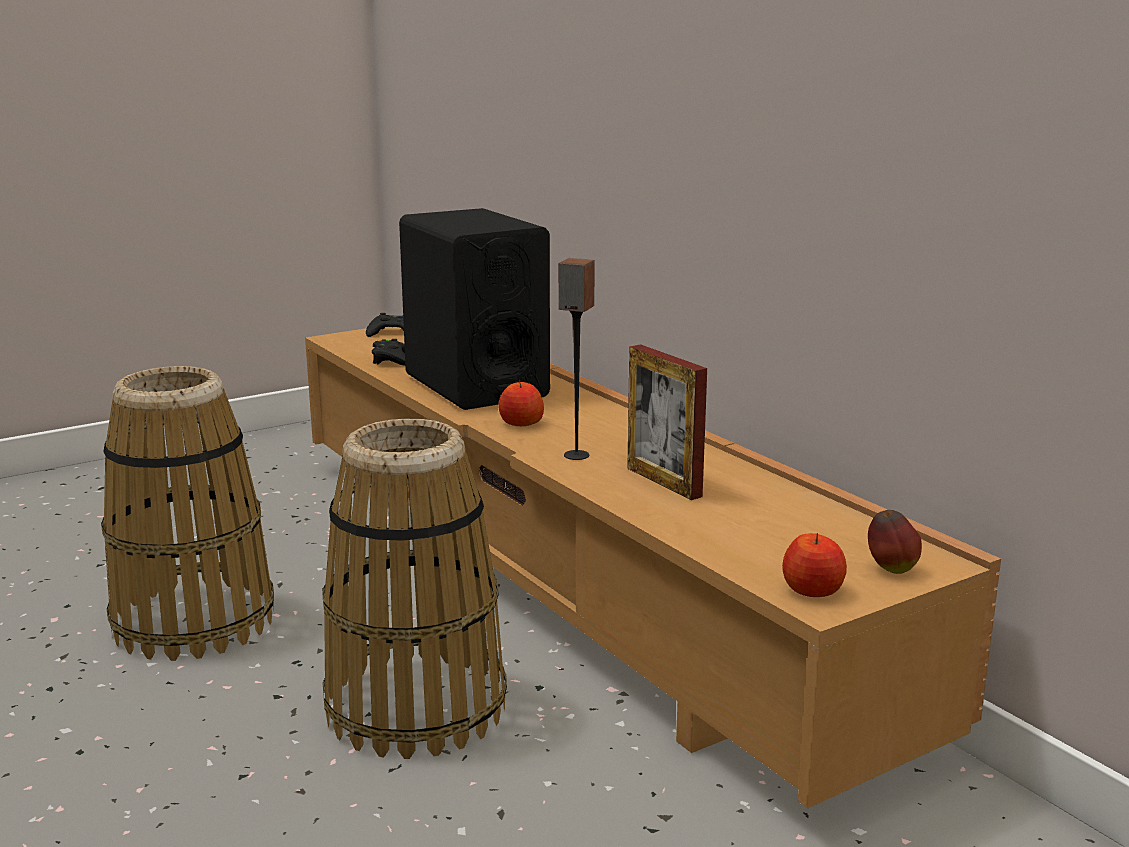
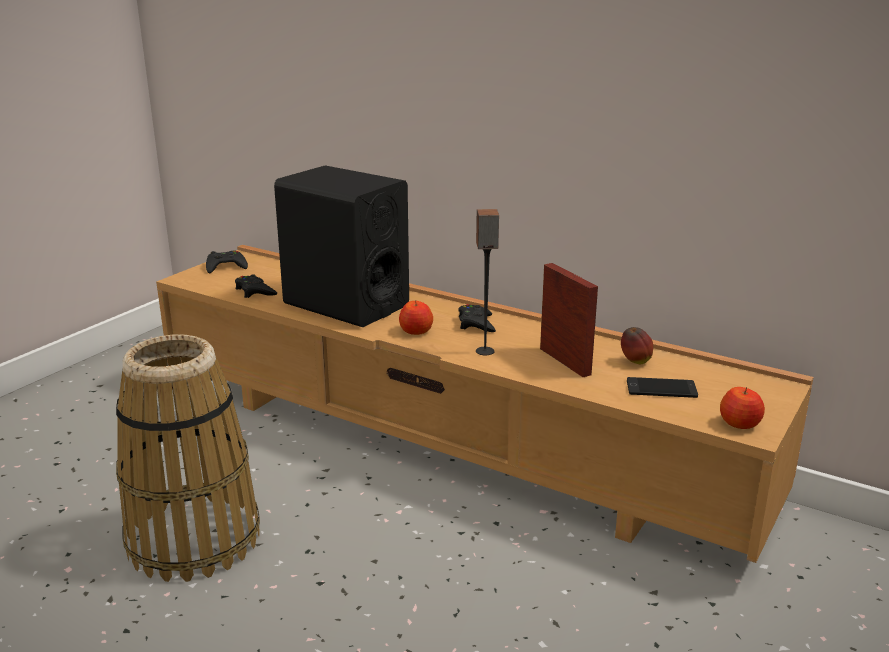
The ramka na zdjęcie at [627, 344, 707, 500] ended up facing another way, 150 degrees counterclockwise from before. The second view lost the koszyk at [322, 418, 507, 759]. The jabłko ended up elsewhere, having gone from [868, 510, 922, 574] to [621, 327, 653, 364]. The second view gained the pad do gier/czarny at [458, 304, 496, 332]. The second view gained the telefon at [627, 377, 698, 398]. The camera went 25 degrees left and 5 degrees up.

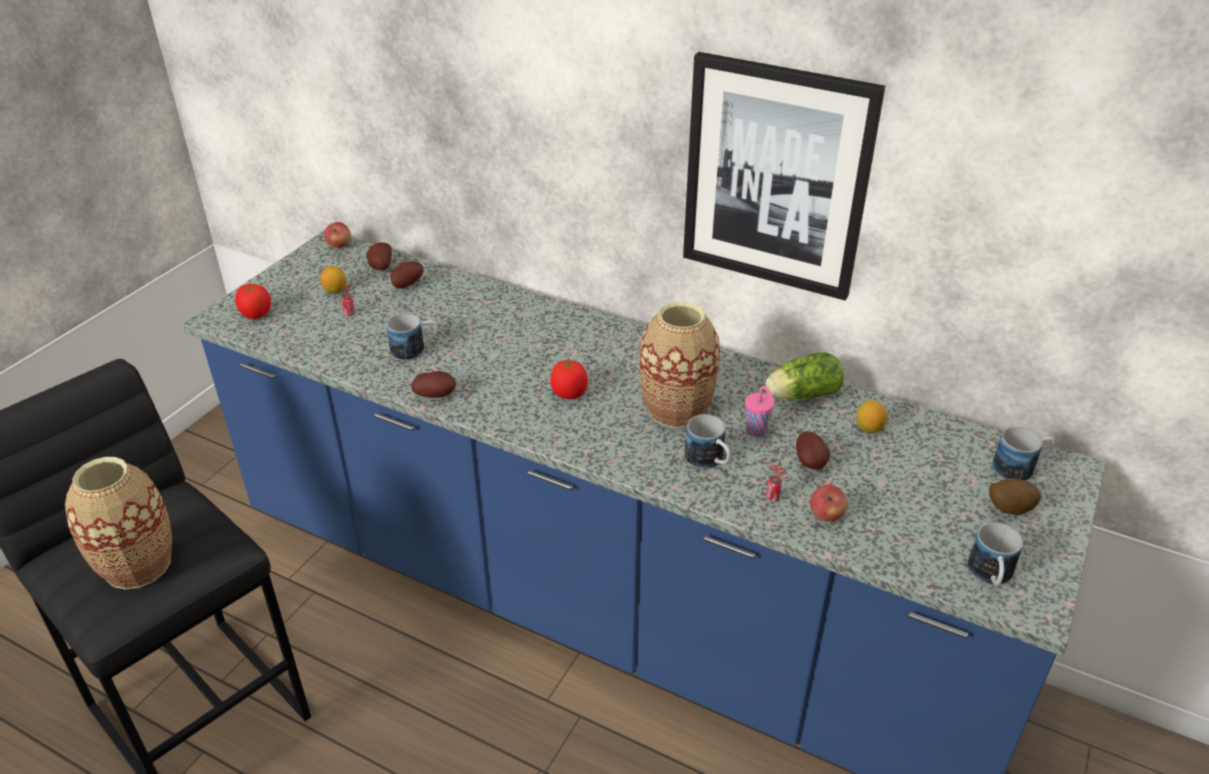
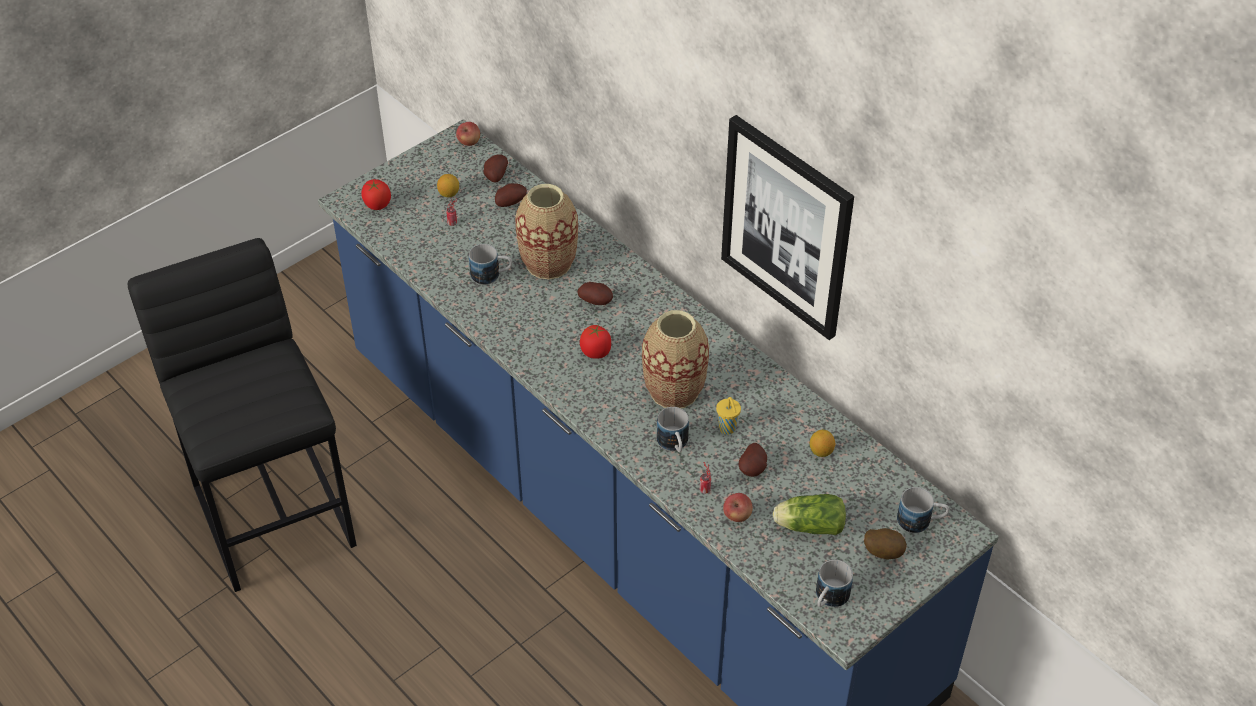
The sałata ended up elsewhere, having gone from [765, 352, 844, 399] to [773, 494, 846, 535]. The ziemniak ended up elsewhere, having gone from [411, 371, 456, 398] to [577, 282, 613, 305]. What was the filiżanka/różowy at [745, 386, 775, 437] turned into the filiżanka/żółty at [716, 397, 741, 435]. The wazon ended up elsewhere, having gone from [65, 457, 172, 590] to [515, 184, 578, 279]. The camera went 20 degrees right and 10 degrees up.

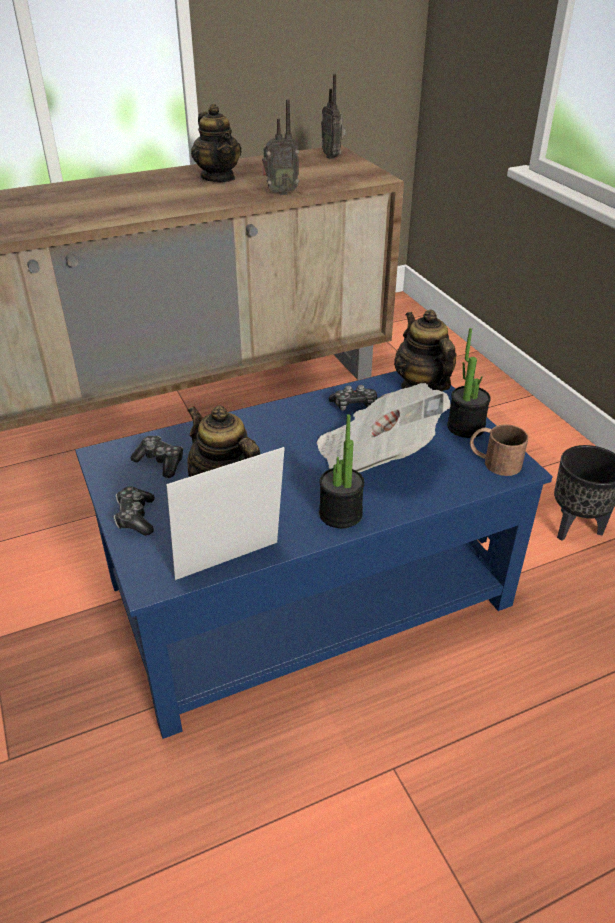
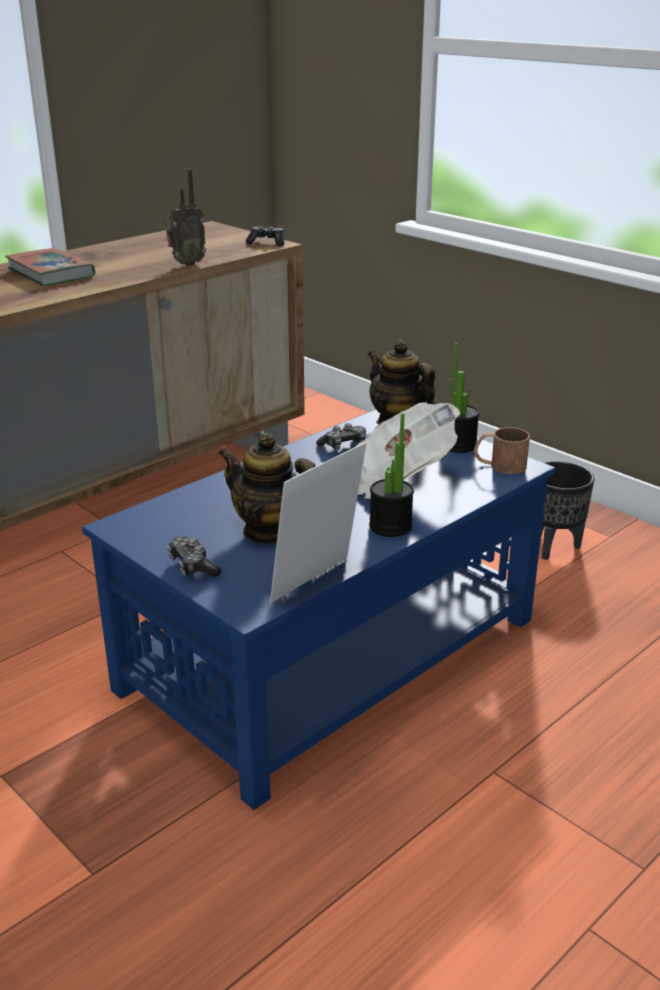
The second view lost the radio at [321, 74, 346, 159]. The second view lost the imbryk at [191, 104, 242, 182]. The pad do gier ended up elsewhere, having gone from [131, 436, 183, 478] to [246, 227, 284, 246]. The second view gained the książka at [5, 248, 95, 286]. The camera went 20 degrees left and 10 degrees down.

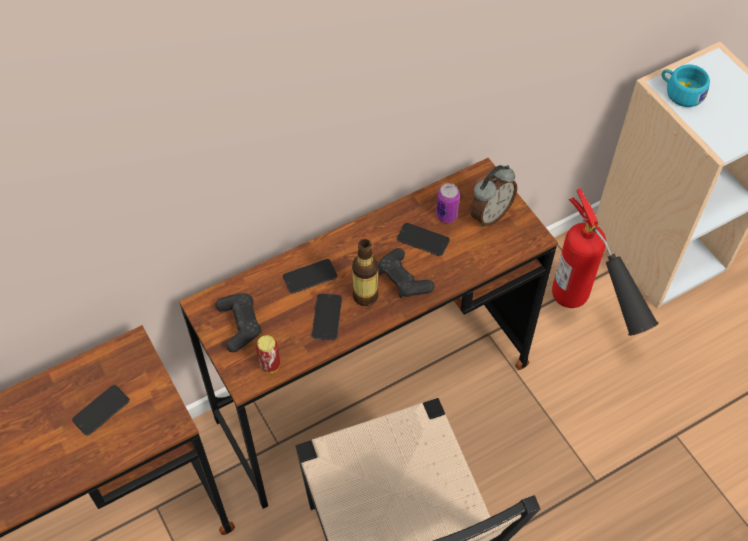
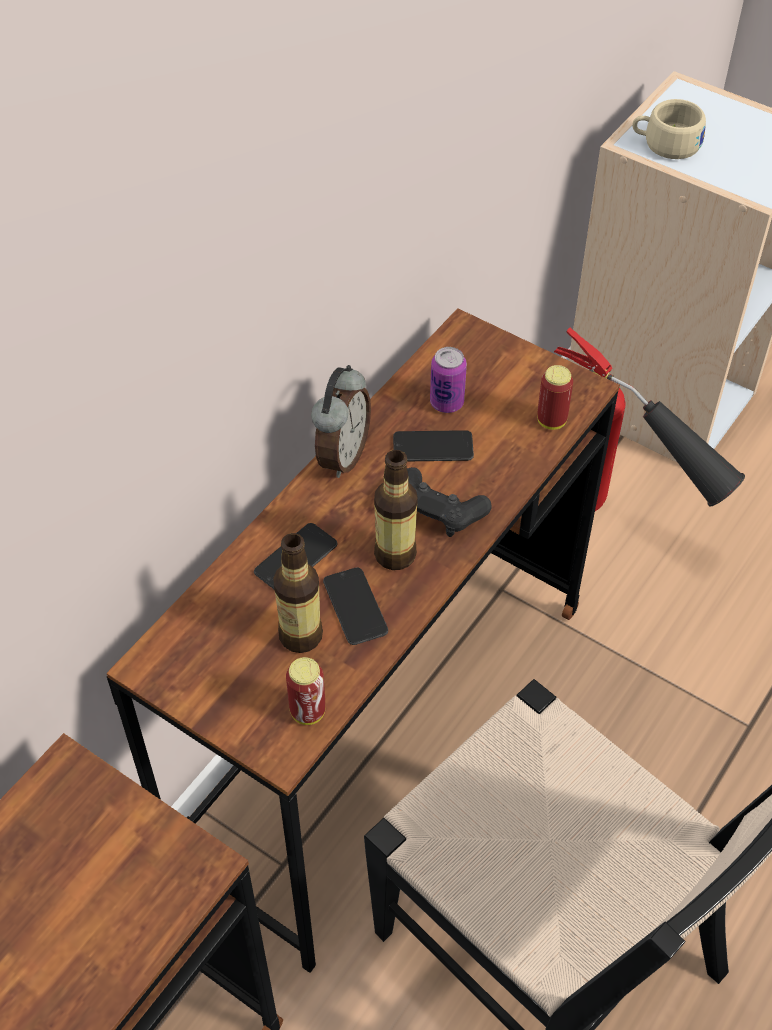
What was the filiżanka/turkusowy at [662, 65, 710, 107] turned into the filiżanka/beżowy at [632, 99, 706, 159]. The budzik ended up elsewhere, having gone from [470, 165, 517, 227] to [311, 365, 371, 478]. The second view lost the pad do gier/czarny at [215, 293, 262, 352]. The second view lost the telefon at [72, 385, 130, 436]. The second view gained the puszka at [537, 365, 573, 430]. The second view gained the butelka at [273, 533, 323, 653]. The camera went 25 degrees left and 5 degrees down.

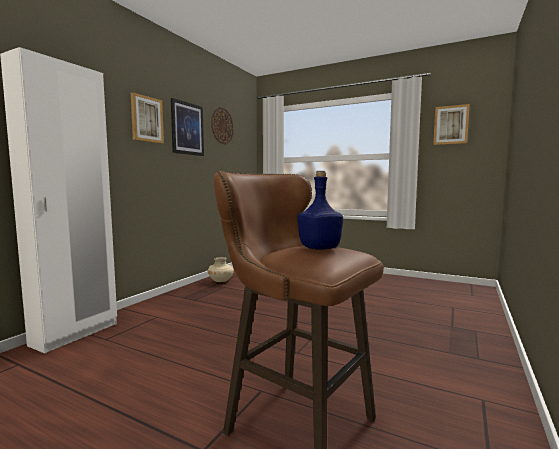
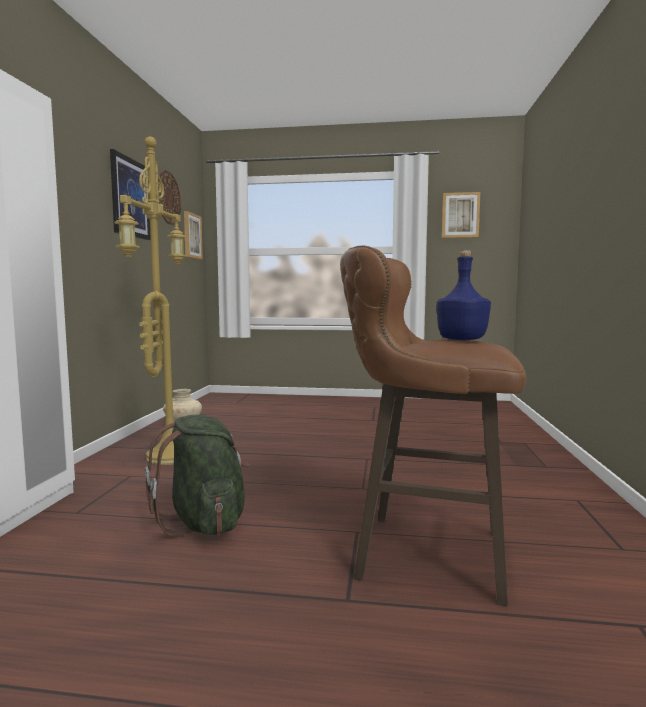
The obraz ended up elsewhere, having gone from [131, 92, 164, 144] to [184, 211, 203, 260]. The second view gained the lampa stojąca/żółty at [115, 137, 187, 465]. The second view gained the plecak/zielony at [145, 415, 249, 536]. The camera went 20 degrees left and 0 degrees up.

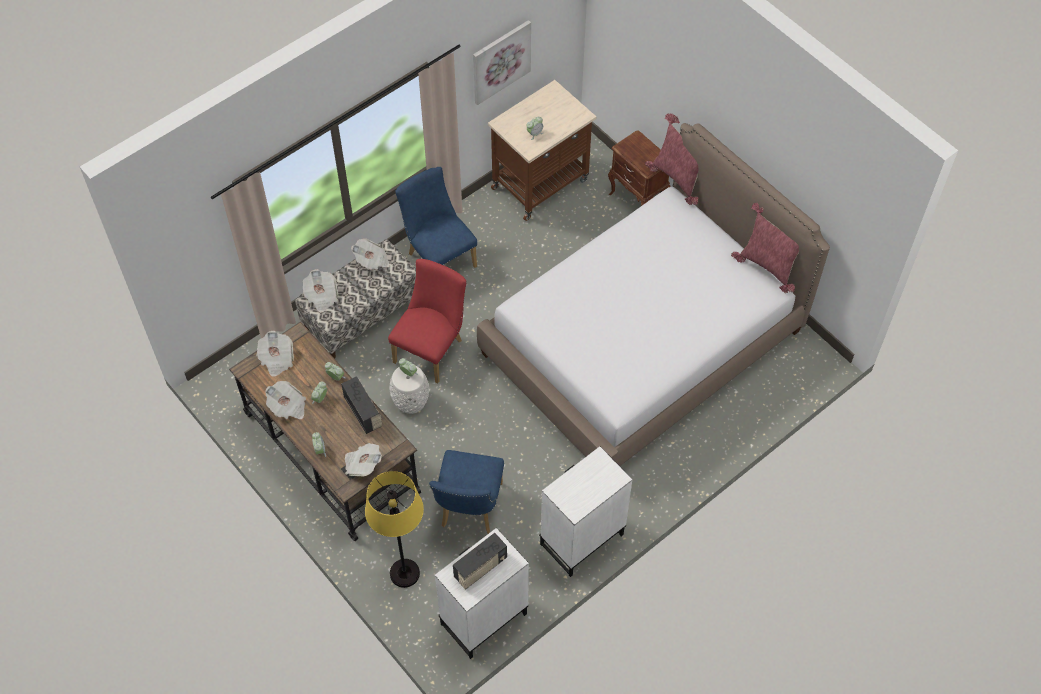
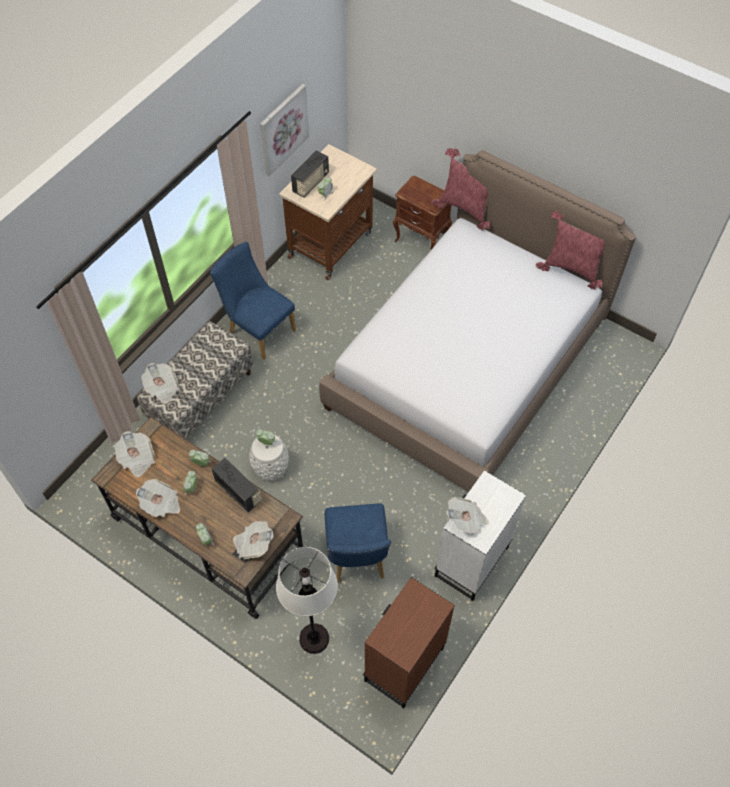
The gazeta ended up elsewhere, having gone from [351, 239, 390, 270] to [446, 497, 489, 534]. The second view lost the krzesło/czerwony at [388, 259, 467, 384]. What was the lampa stojąca/żółty at [365, 471, 424, 588] turned into the lampa stojąca/biały at [276, 547, 338, 654]. What was the komoda/biały at [434, 528, 529, 659] turned into the komoda/brązowy at [363, 577, 455, 709]. The radio ended up elsewhere, having gone from [453, 533, 507, 590] to [291, 150, 329, 198]. The camera went 15 degrees left and 0 degrees up.

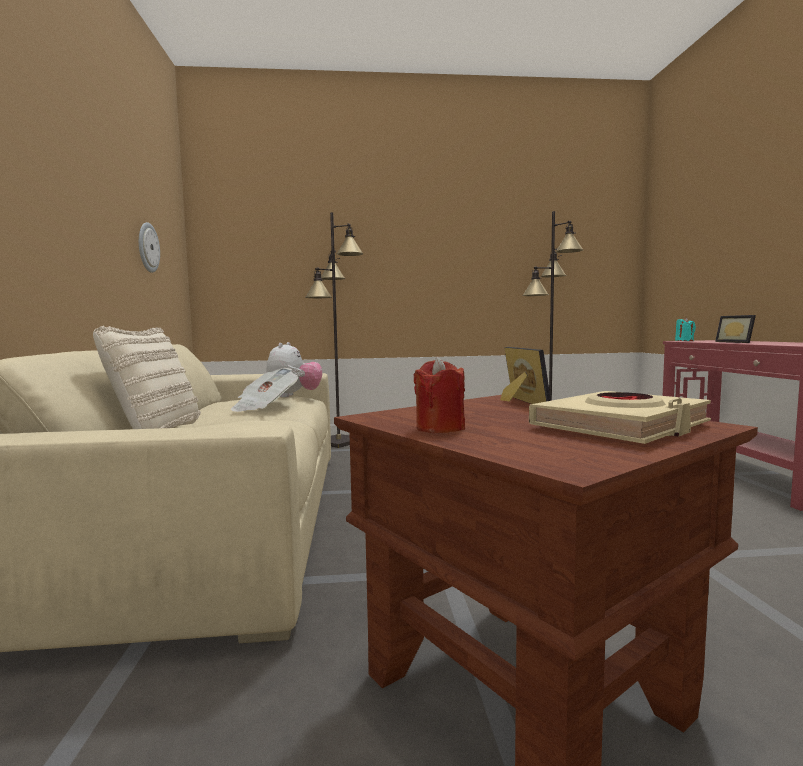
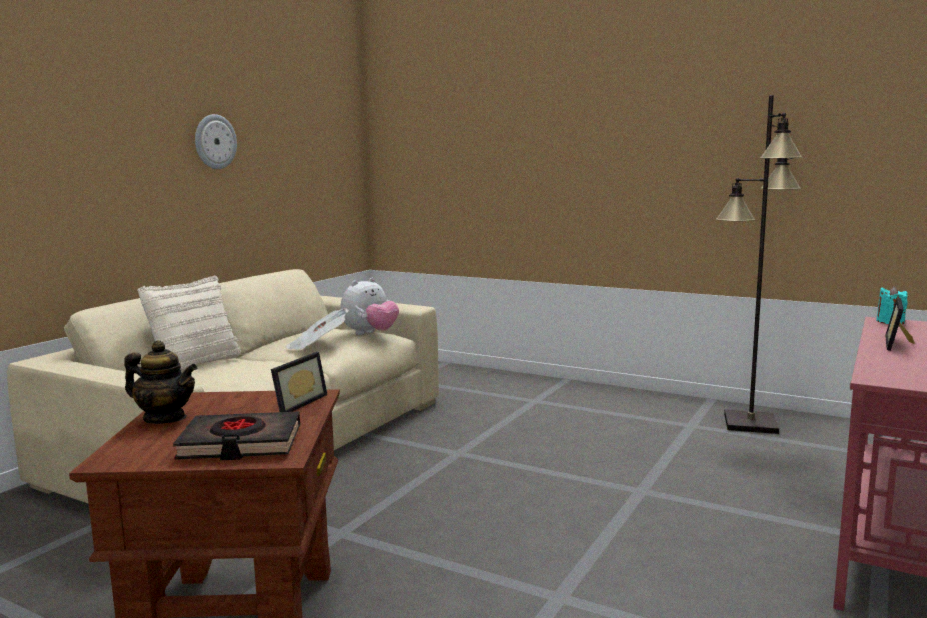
The second view lost the lampa stojąca/czarny at [305, 212, 363, 448]. The zegar ścienny ended up elsewhere, having gone from [139, 222, 160, 273] to [195, 114, 237, 169]. Where the świeca/czerwony stood at [414, 356, 465, 433], the imbryk came to stand at [124, 340, 197, 424]. What was the książka/beżowy at [529, 391, 711, 444] turned into the książka/czarny at [173, 412, 300, 460]. The camera went 35 degrees right and 5 degrees up.

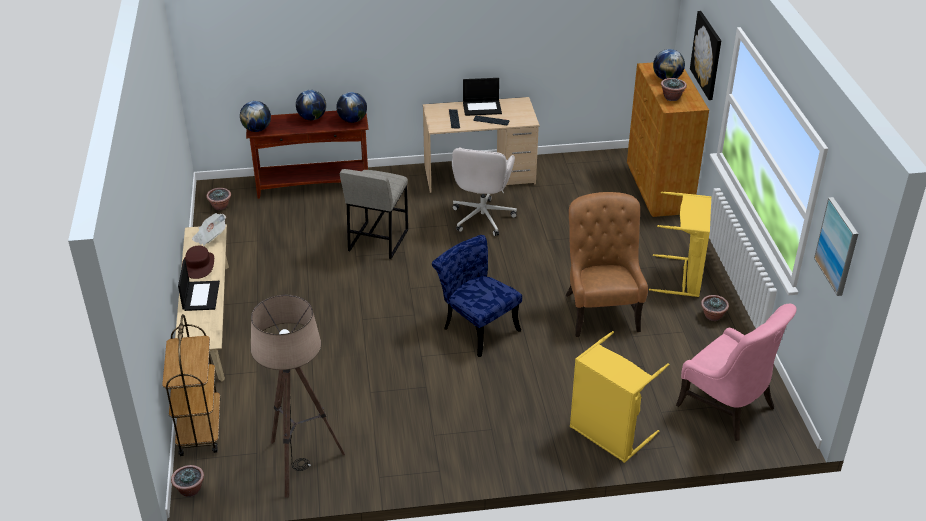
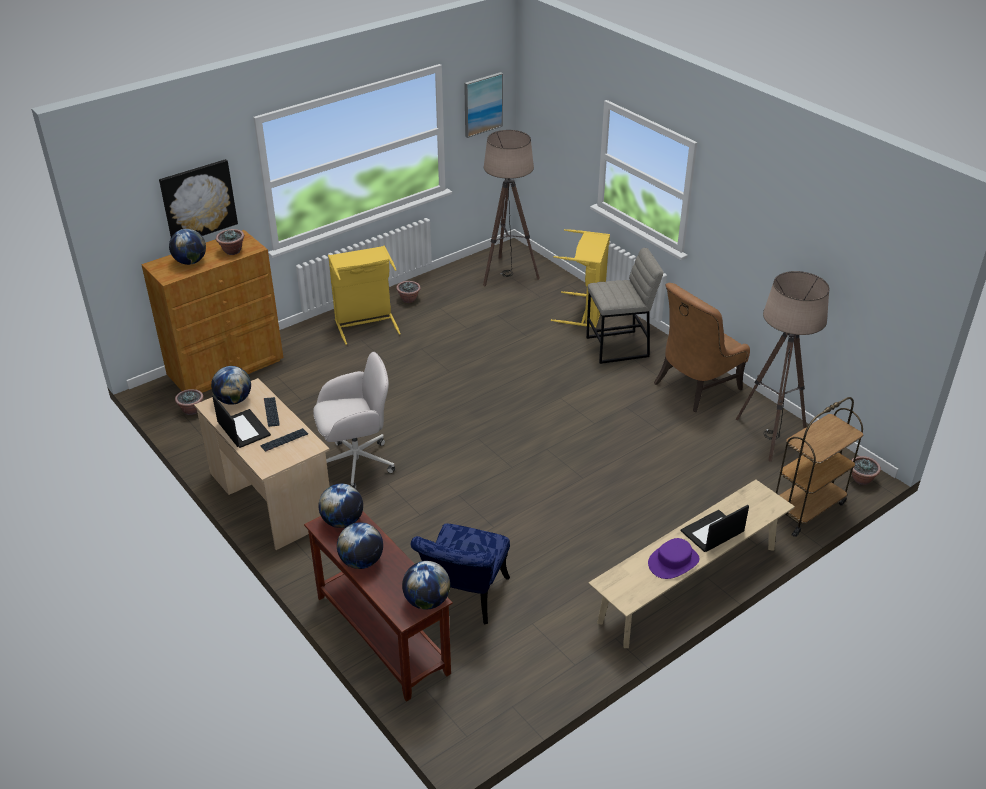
The krzesło/szary ended up elsewhere, having gone from [340, 169, 408, 259] to [586, 248, 664, 364]. The roślina doniczkowa ended up elsewhere, having gone from [206, 188, 231, 210] to [175, 389, 203, 415]. The krzesło/brązowy ended up elsewhere, having gone from [565, 192, 648, 337] to [654, 283, 750, 412]. The second view lost the gazeta at [192, 213, 226, 246]. The krzesło/niebieski ended up elsewhere, having gone from [432, 235, 522, 357] to [411, 523, 510, 625]. What was the kapelusz/brązowy at [182, 246, 214, 279] turned into the kapelusz/fioletowy at [648, 538, 699, 579]. Where the krzesło/różowy stood at [676, 304, 797, 441], the lampa stojąca came to stand at [483, 130, 540, 286]. The second view gained the globus at [211, 366, 251, 405]. The camera went 120 degrees left and 0 degrees up.

